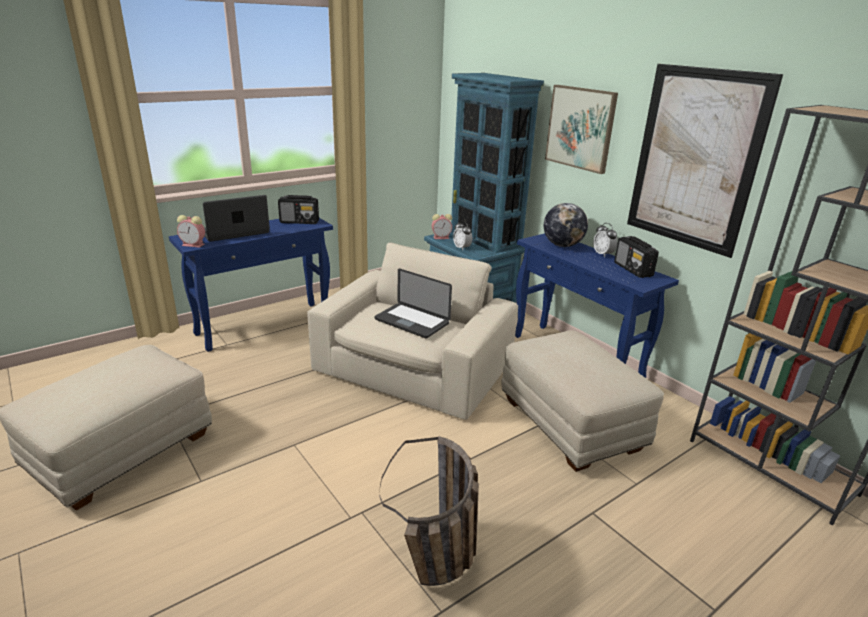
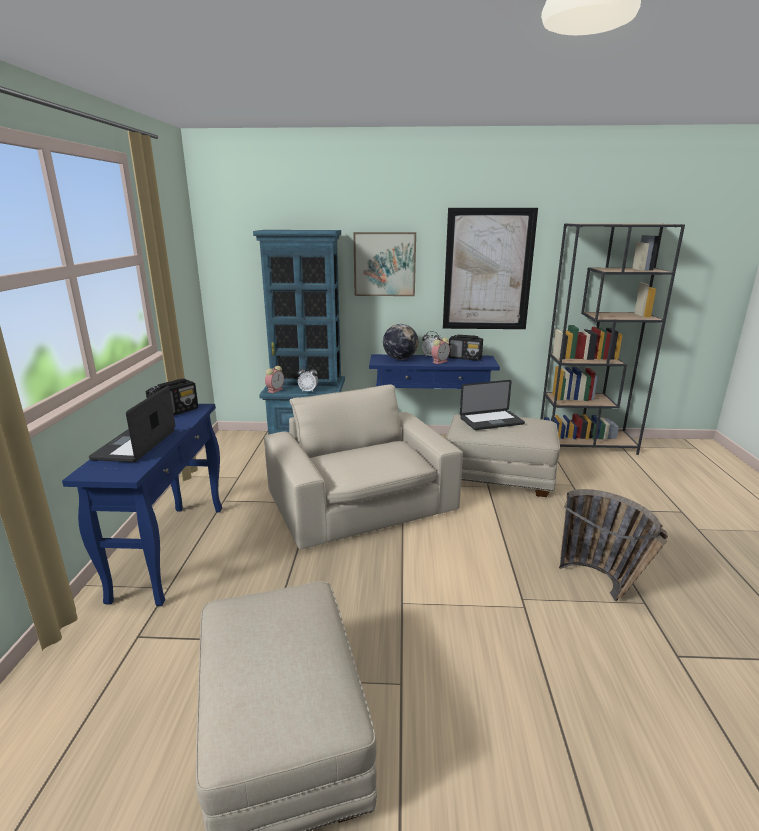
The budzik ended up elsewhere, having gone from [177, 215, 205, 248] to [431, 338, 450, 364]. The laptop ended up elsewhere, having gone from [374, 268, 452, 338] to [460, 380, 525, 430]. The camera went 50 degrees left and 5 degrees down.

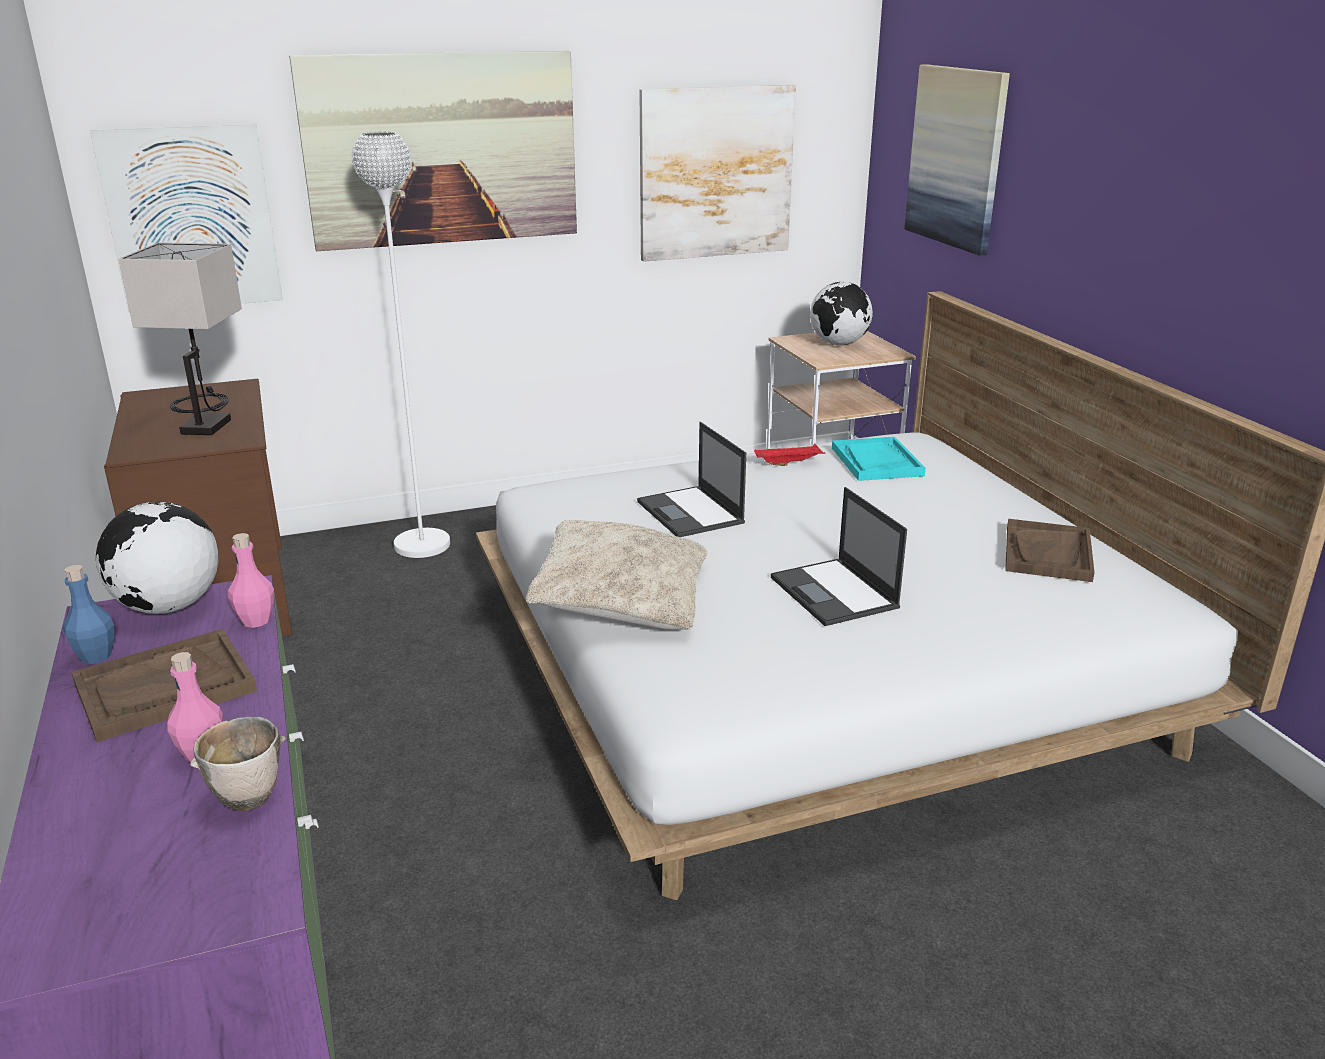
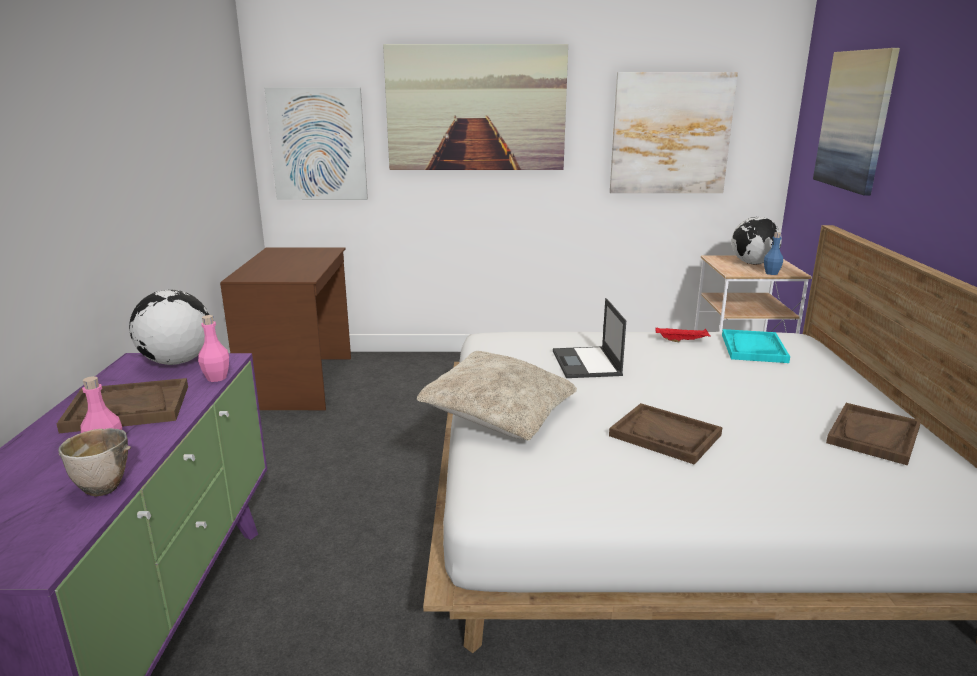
The second view lost the lampa stojąca/biały at [352, 132, 450, 558]. The second view lost the lampa stołowa at [119, 242, 242, 435]. Where the laptop stood at [771, 487, 907, 626], the taca/brązowy came to stand at [609, 403, 723, 465]. The butelka/niebieski ended up elsewhere, having gone from [63, 565, 114, 664] to [764, 232, 783, 275]. The camera went 20 degrees right and 5 degrees down.

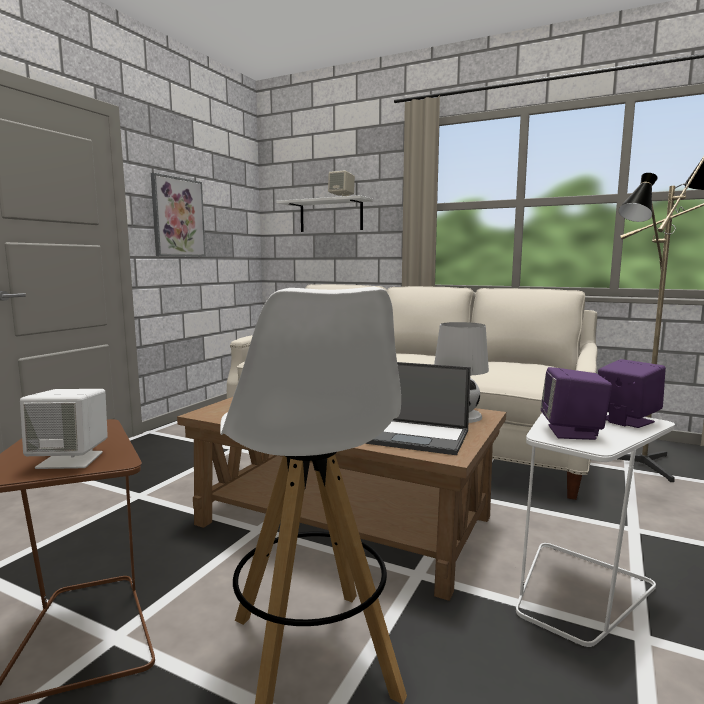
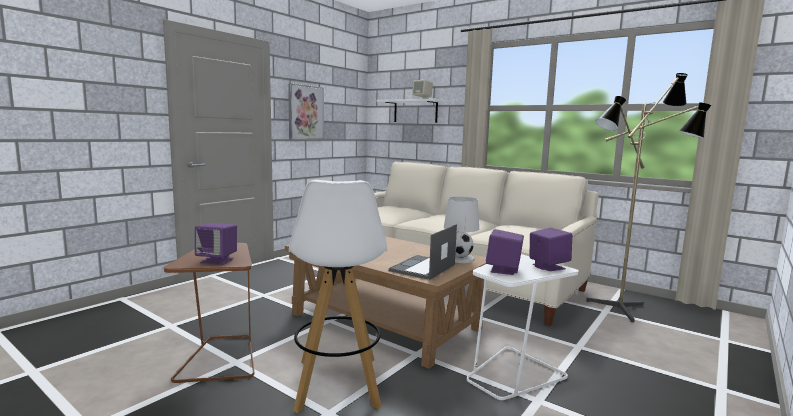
The laptop at [365, 362, 471, 455] ended up facing another way, 90 degrees clockwise from before. What was the głośnik/biały at [20, 389, 108, 469] turned into the głośnik/fioletowy at [195, 223, 237, 265]. The camera went 10 degrees right and 0 degrees up.

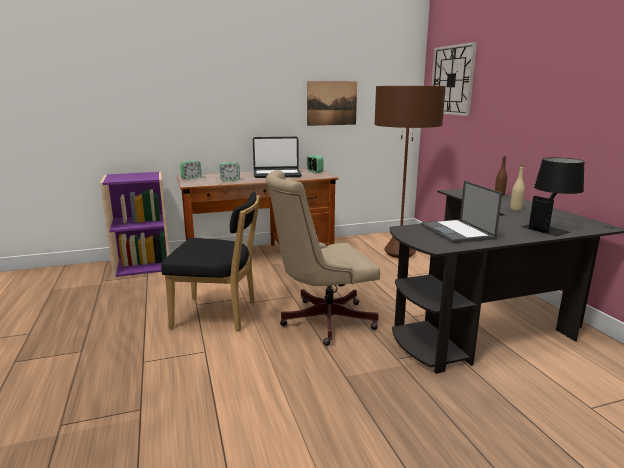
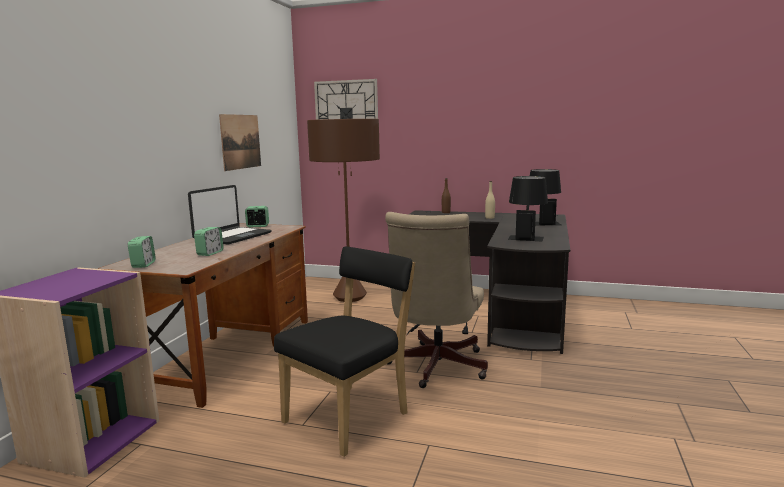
Where the laptop stood at [421, 181, 502, 243], the lampa stołowa/czarny came to stand at [508, 176, 548, 241]. The camera went 55 degrees left and 5 degrees down.

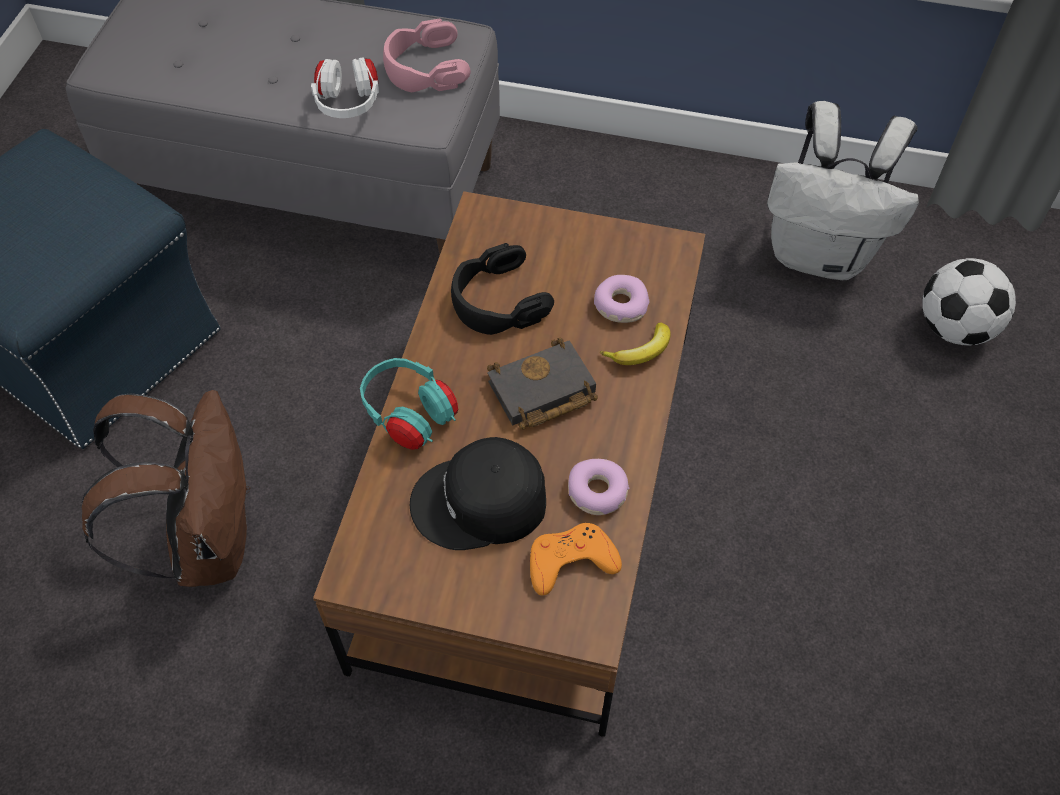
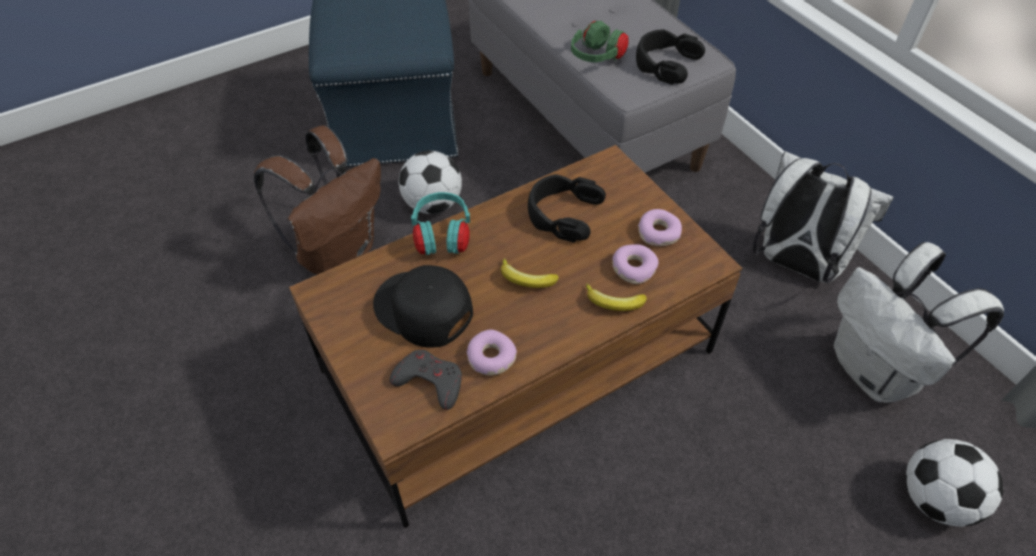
What was the słuchawki/różowy at [383, 19, 471, 92] turned into the słuchawki/czarny at [636, 29, 705, 85]. What was the słuchawki/biały at [311, 57, 379, 118] turned into the słuchawki/zielony at [571, 21, 629, 62]. Where the książka/czarny stood at [487, 337, 598, 430], the banan came to stand at [501, 258, 559, 288]. What was the pad do gier/pomarańczowy at [530, 523, 622, 596] turned into the pad do gier/szary at [390, 350, 462, 410]. The second view gained the piłka futbolowa at [399, 151, 462, 214]. The second view gained the plecak/biały at [753, 151, 894, 283]. The second view gained the donut at [638, 209, 682, 246]. The camera went 45 degrees right and 5 degrees down.

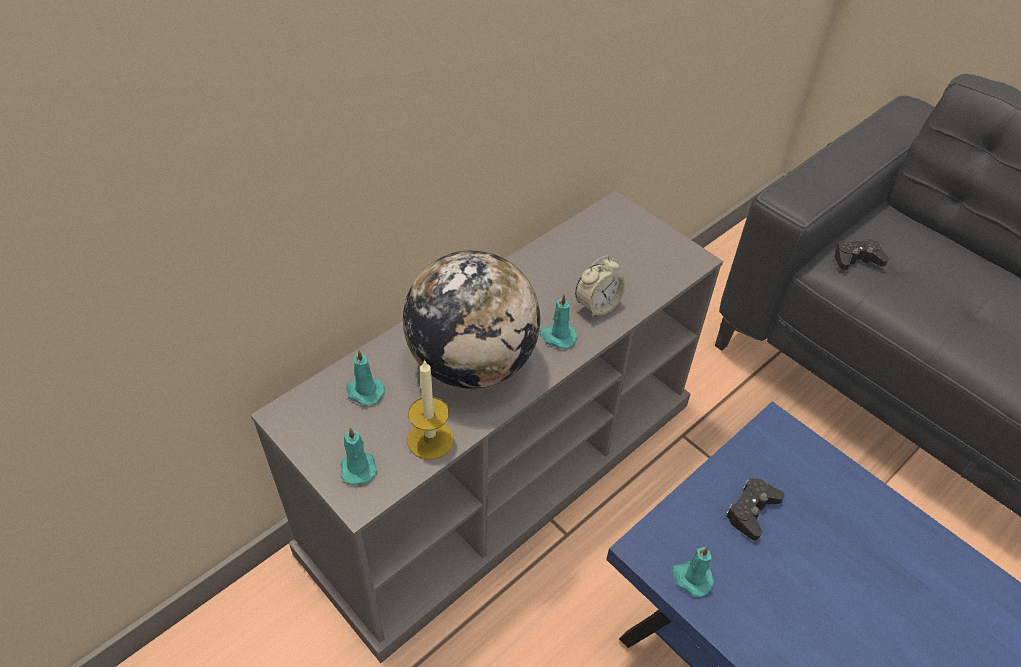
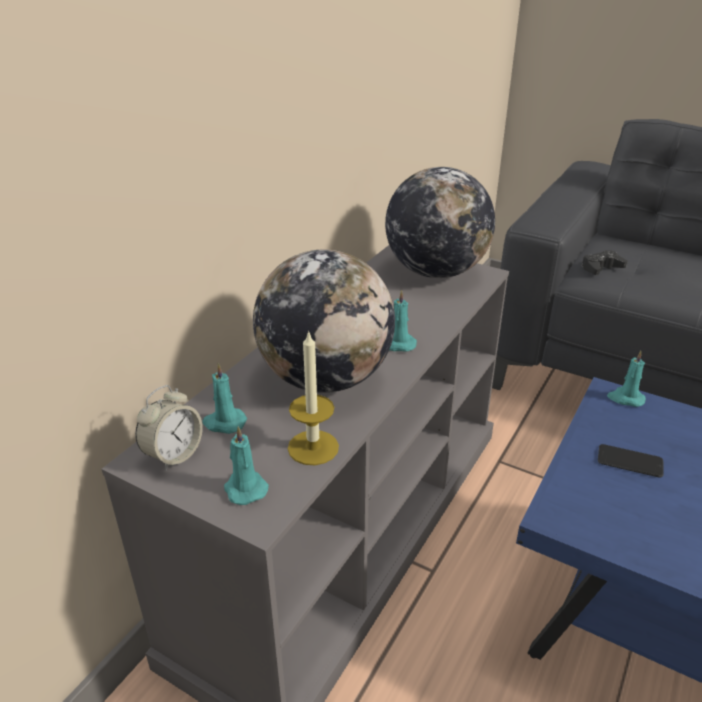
The budzik ended up elsewhere, having gone from [575, 256, 625, 318] to [135, 385, 203, 471]. Where the pad do gier/czarny stood at [725, 478, 785, 540], the telefon came to stand at [598, 444, 663, 478]. The świeca/turkusowy ended up elsewhere, having gone from [671, 547, 714, 597] to [607, 350, 646, 407]. The second view gained the globus at [385, 167, 495, 278]. The camera went 15 degrees left and 15 degrees down.

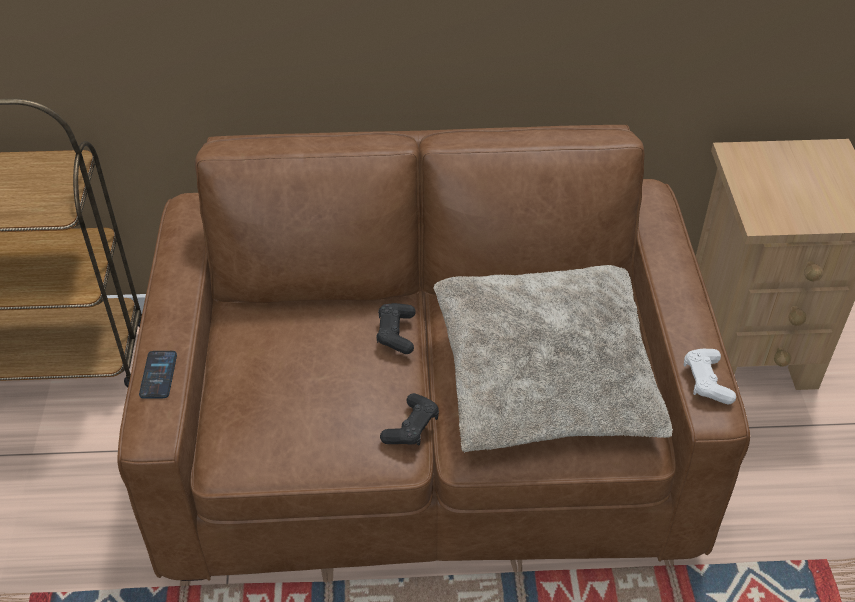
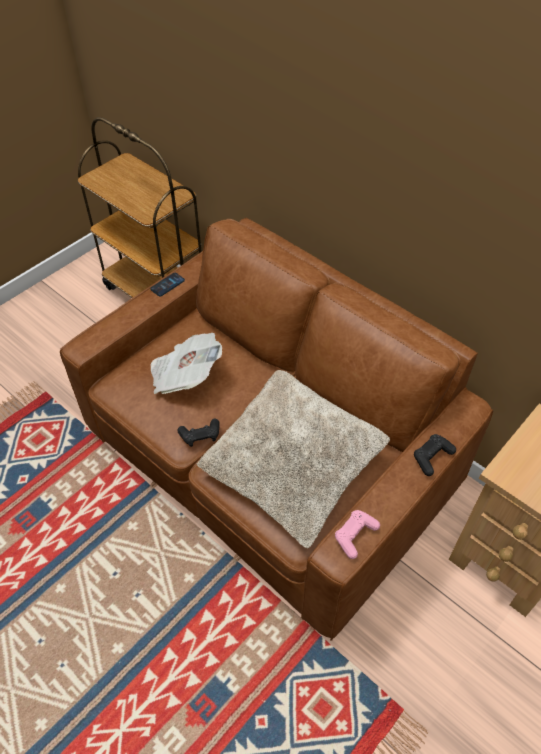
The pad do gier/czarny ended up elsewhere, having gone from [376, 303, 416, 354] to [414, 434, 456, 476]. What was the pad do gier/biały at [684, 349, 736, 404] turned into the pad do gier/różowy at [335, 510, 380, 559]. The telefon ended up elsewhere, having gone from [139, 351, 177, 399] to [150, 273, 185, 296]. The second view gained the gazeta at [150, 333, 222, 394]. The camera went 45 degrees right and 5 degrees up.

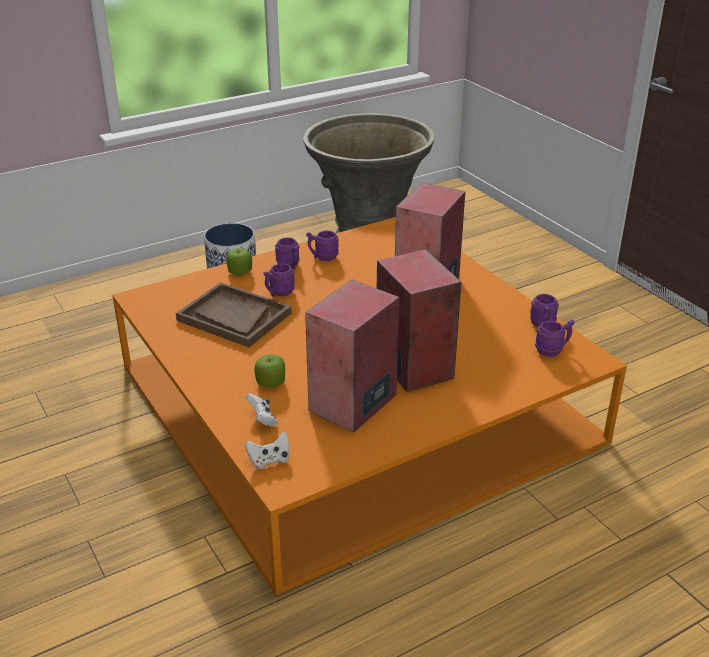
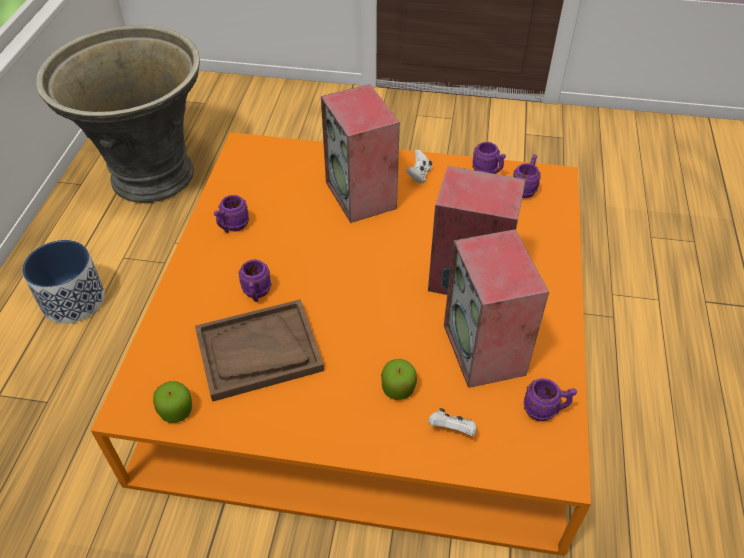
The kubek/fioletowy ended up elsewhere, having gone from [275, 238, 300, 270] to [524, 378, 577, 421]. The jabłko ended up elsewhere, having gone from [226, 248, 252, 276] to [153, 381, 192, 423]. The pad do gier/biały ended up elsewhere, having gone from [245, 432, 289, 469] to [406, 149, 432, 183]. The camera went 50 degrees left and 15 degrees up.

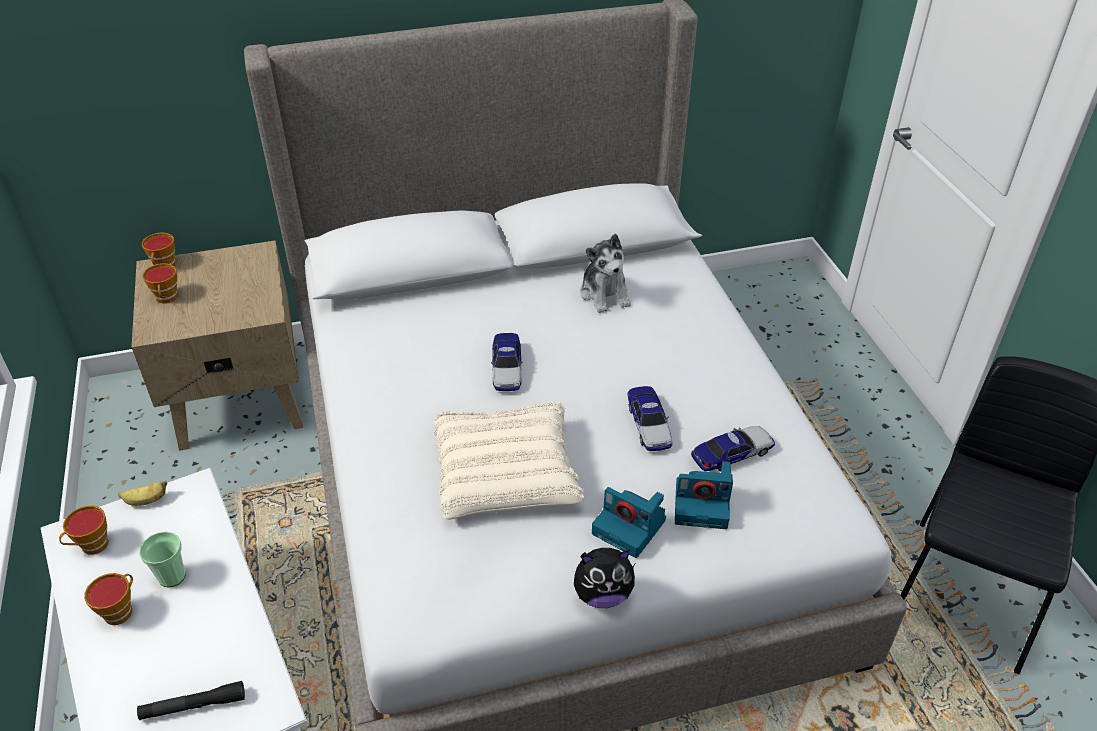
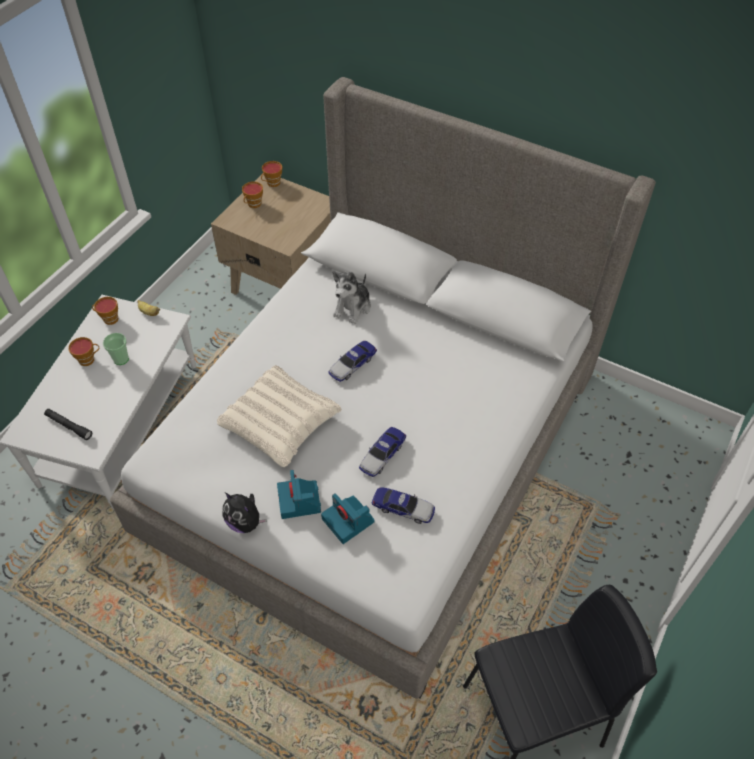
The pluszak ended up elsewhere, having gone from [580, 234, 631, 313] to [333, 271, 371, 324]. The camera went 45 degrees right and 10 degrees up.

